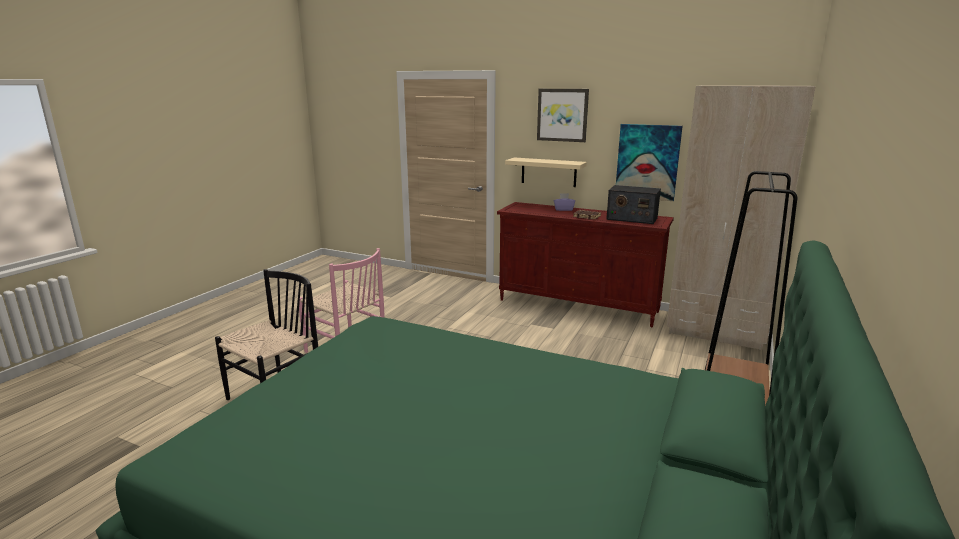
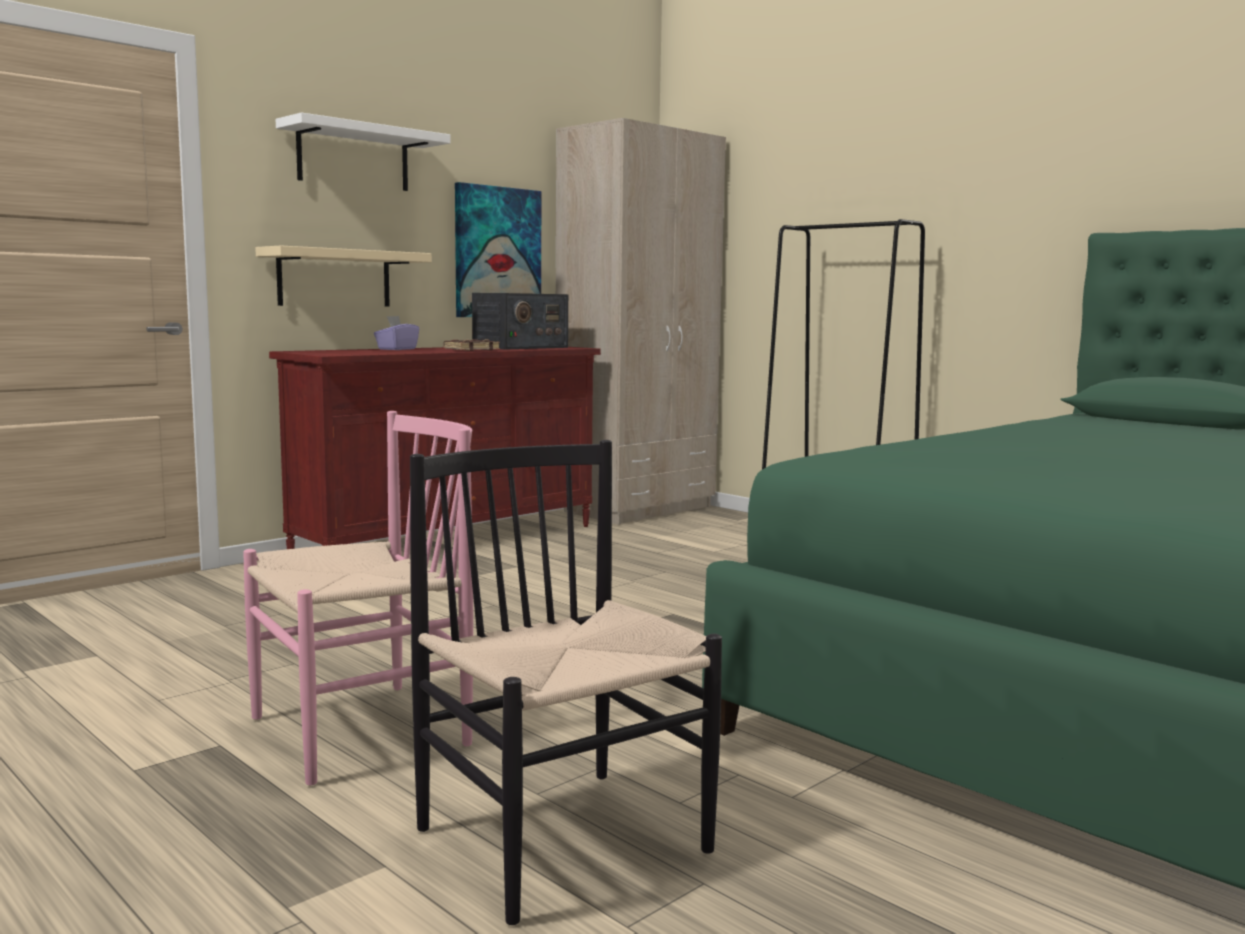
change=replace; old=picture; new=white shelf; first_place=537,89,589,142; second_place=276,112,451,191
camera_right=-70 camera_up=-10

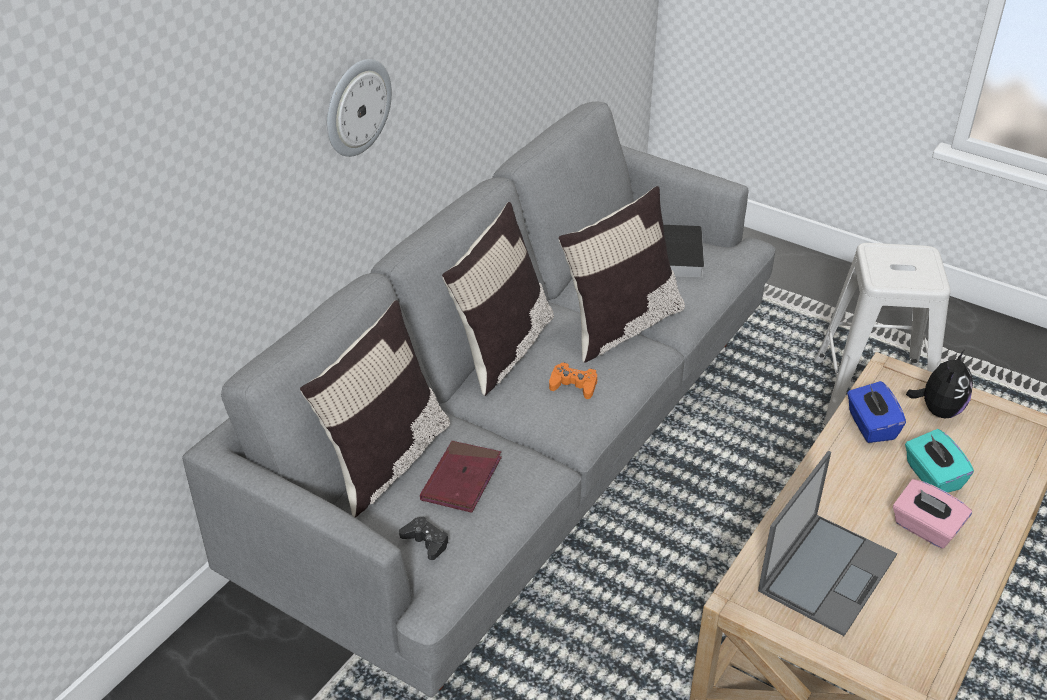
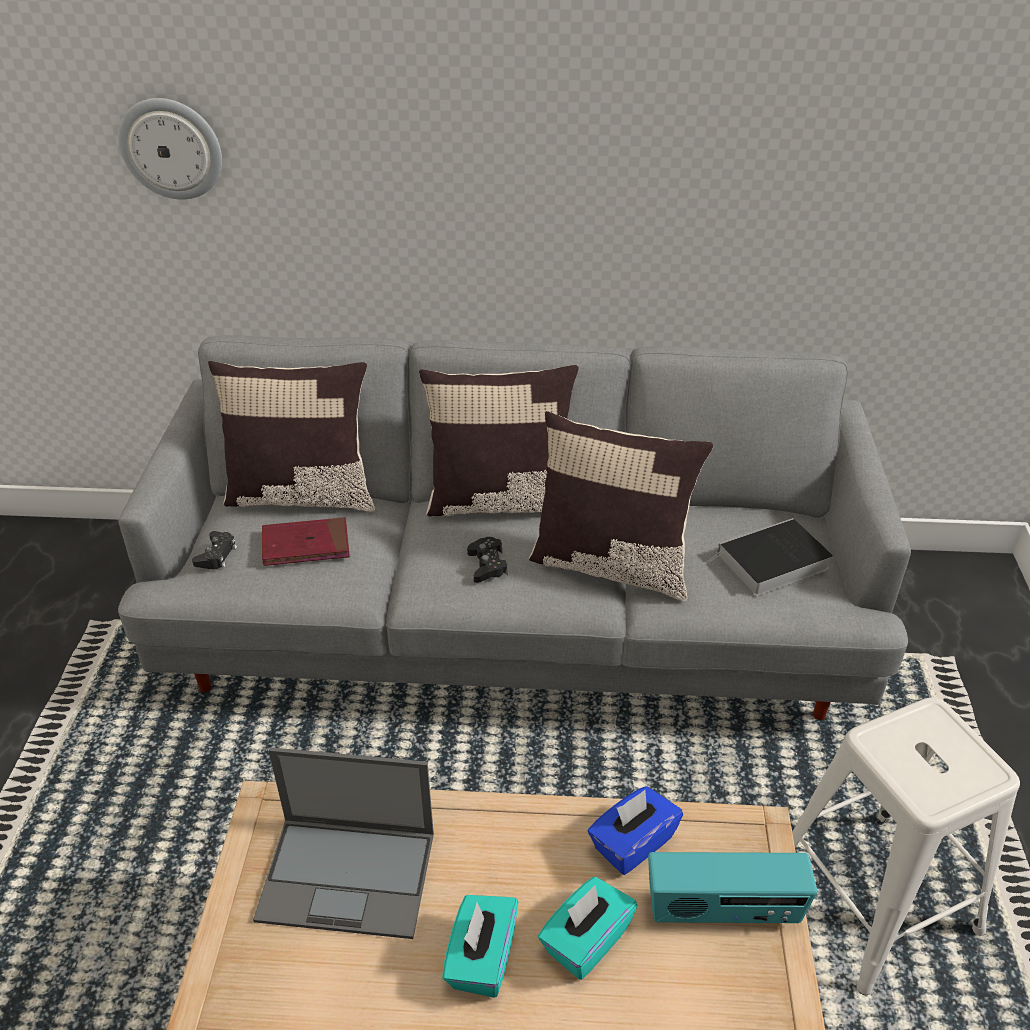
change=move; old=wall clock; first_place=327,59,392,157; second_place=118,98,222,200
change=replace; old=plush toy; new=radio; first_place=906,350,973,419; second_place=648,852,817,923
change=recolor; old=orange game controller; new=black game controller; first_place=549,362,597,399; second_place=467,537,508,583
change=recolor; old=pink tissue box; new=turquoise tissue box; first_place=893,479,972,549; second_place=442,895,518,998
camera_right=60 camera_up=0

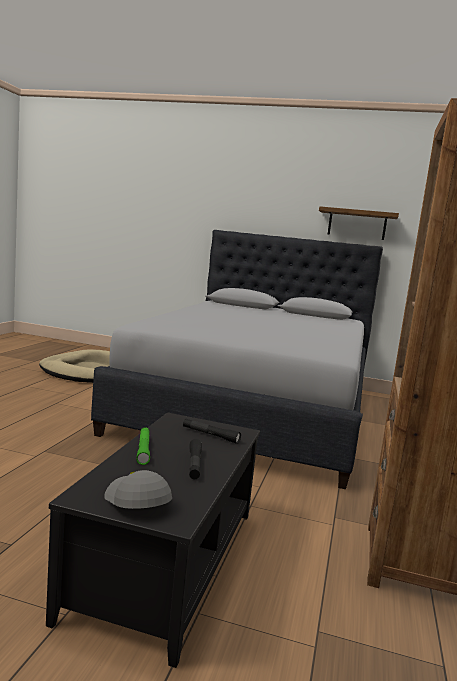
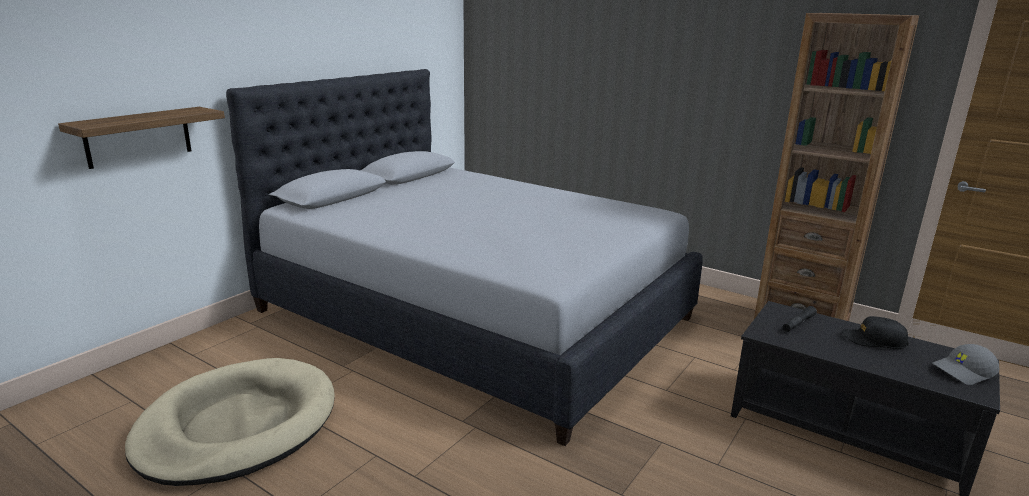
change=delete; old=green flashlight; first_place=136,427,150,465
change=move; old=shelf; first_place=319,206,399,240; second_place=58,107,225,169
change=replace; old=black flashlight; new=black cap; first_place=189,439,202,479; second_place=842,316,909,349
camera_right=-70 camera_up=10

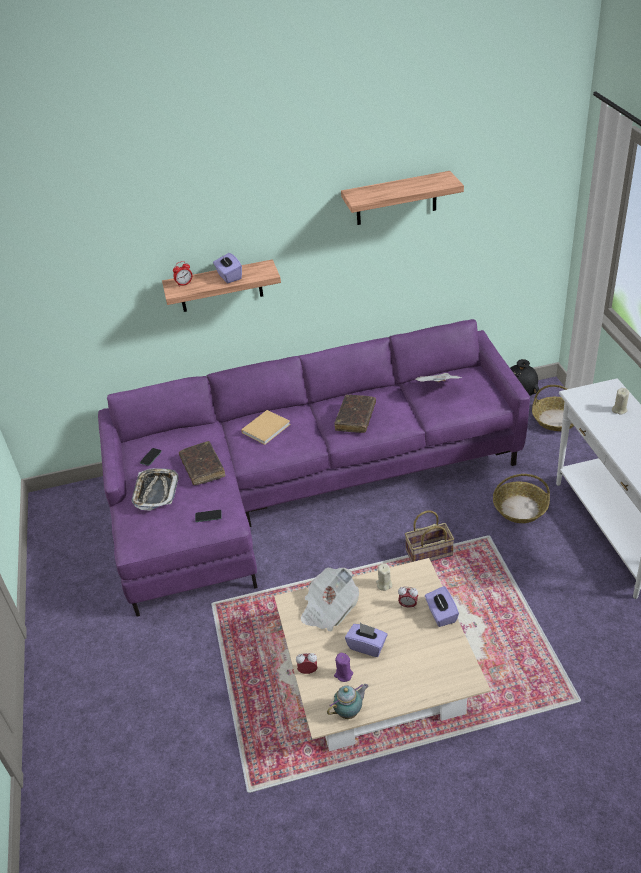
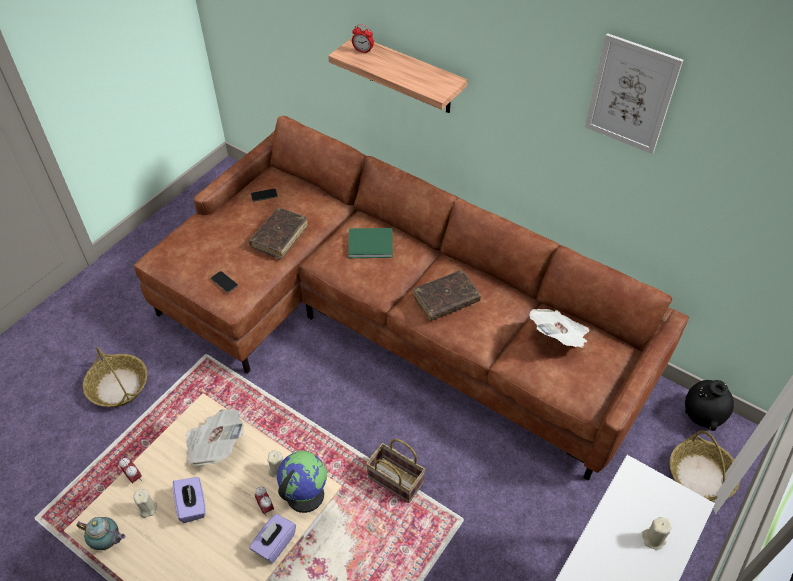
change=delete; old=tray; first_place=131,468,178,511
change=delete; old=purple tissue box; first_place=213,253,242,283
change=insert; new=globe; second_place=276,450,327,513
change=move; old=basket; first_place=493,474,550,523; second_place=83,347,148,407
change=replace; old=shelf; new=picture; first_place=341,171,464,225; second_place=585,33,683,154
change=recolor; old=purple sofa; new=brown sofa; first_place=98,319,530,617; second_place=134,116,689,481
change=recolor; old=beige book; new=green book; first_place=241,410,291,445; second_place=348,228,393,258
change=recolor; old=purple candle; new=beige candle; first_place=334,653,353,682; second_place=133,489,157,518
camera_right=45 camera_up=10

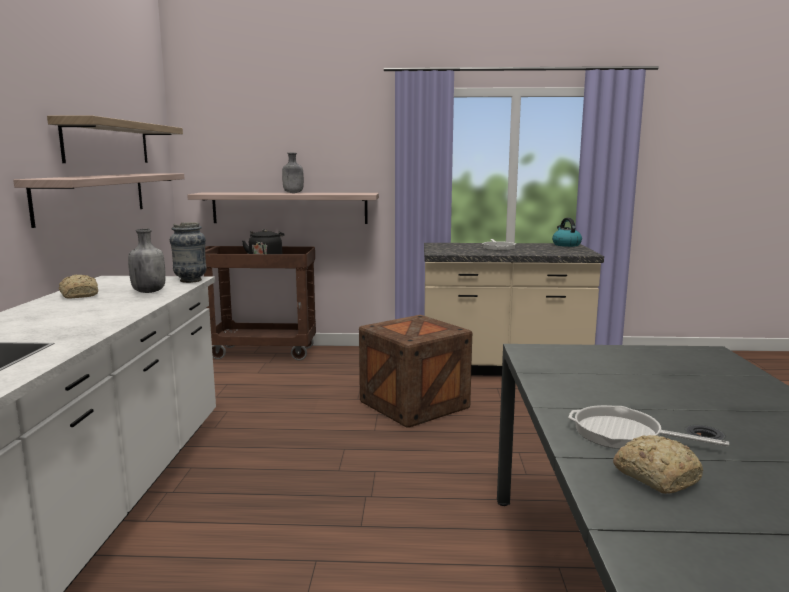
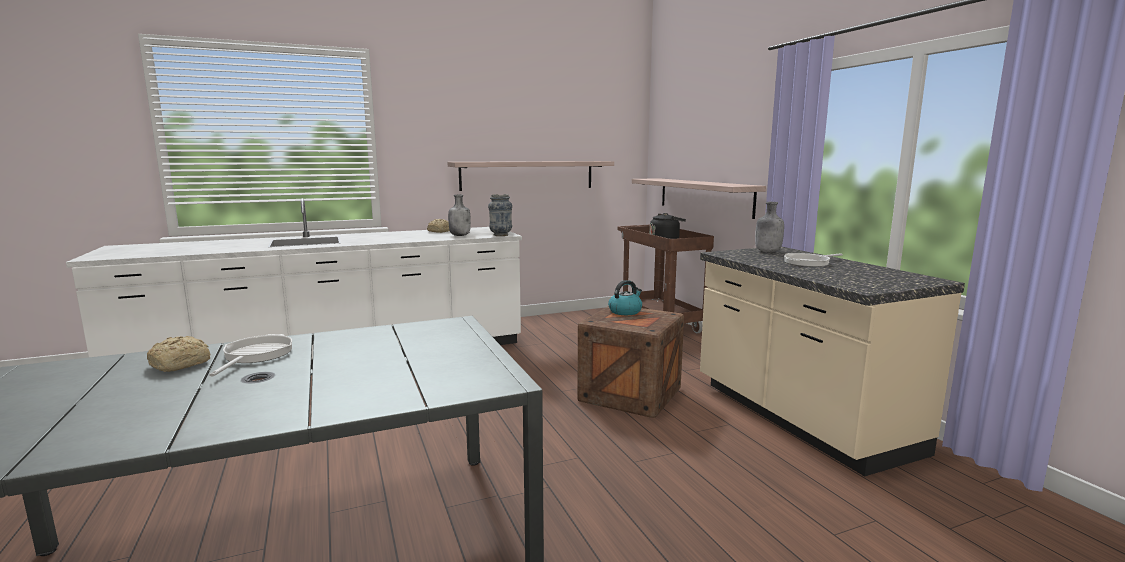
change=delete; old=shelf; first_place=47,115,183,163
change=move; old=grey bottle; first_place=282,153,304,193; second_place=755,202,784,252
change=move; old=kettle; first_place=552,218,582,247; second_place=608,280,642,315
camera_right=65 camera_up=0

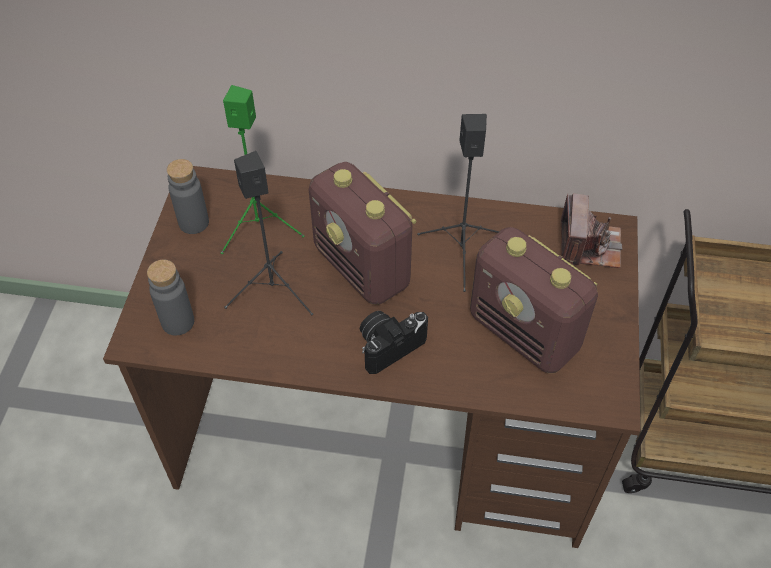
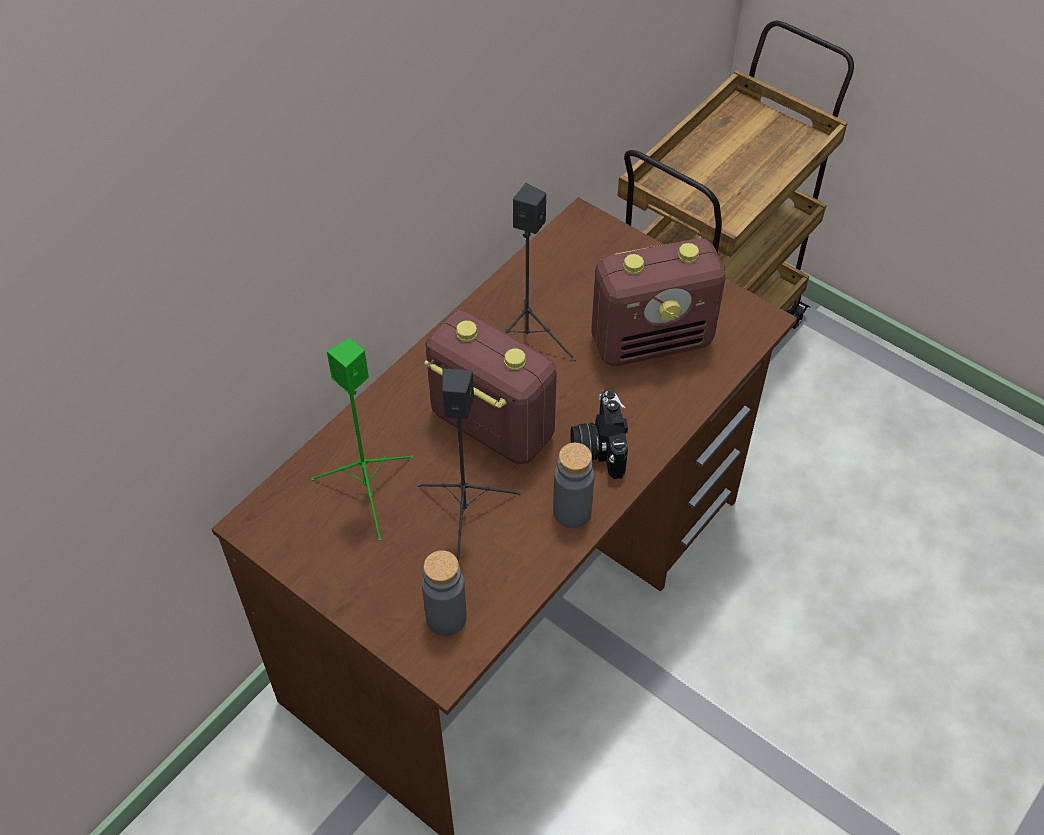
change=delete; old=photo camera; first_place=561,193,622,268
change=move; old=grey bottle; first_place=167,159,209,234; second_place=553,443,594,528
change=rotate; old=radio; first_place=309,162,417,305; second_place=424,310,557,464; degrees=-135
camera_right=-60 camera_up=0

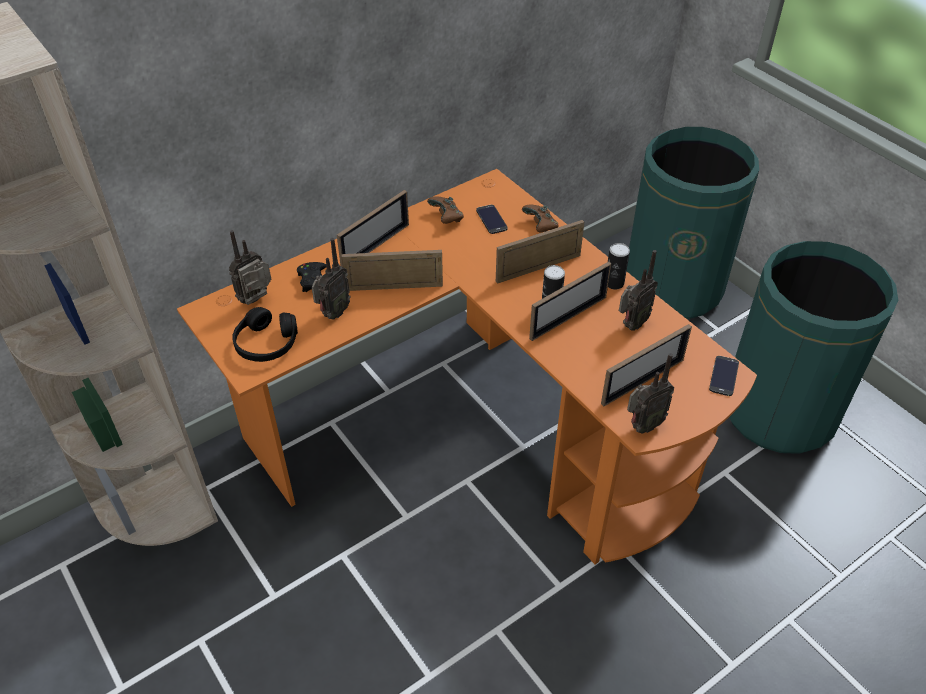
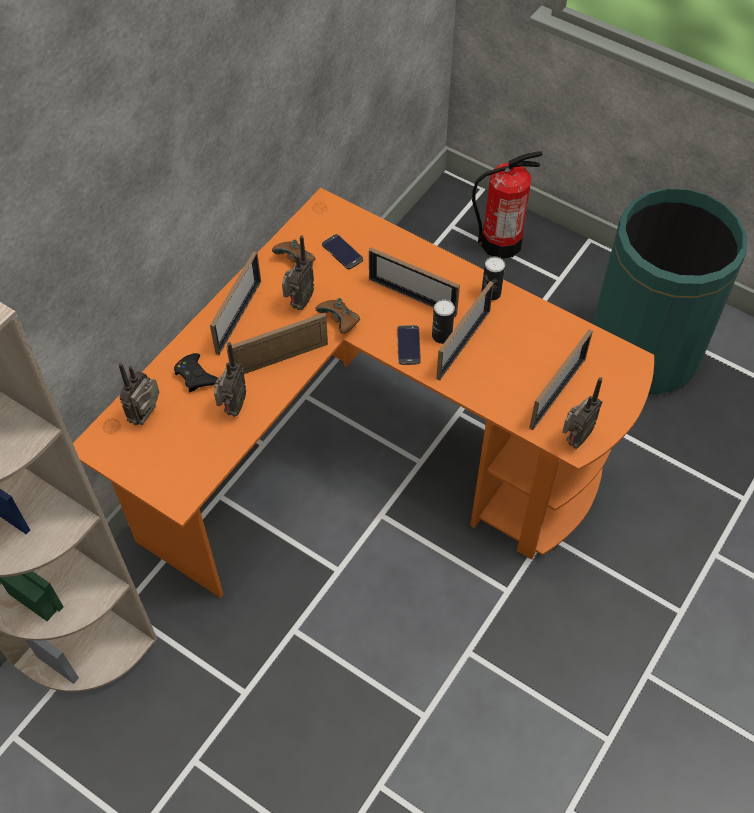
change=delete; old=black headphones; first_place=232,307,298,362
change=move; old=brown game controller; first_place=522,205,559,232; second_place=315,298,360,334
change=move; old=radio; first_place=619,250,658,331; second_place=282,236,314,310
change=move; old=phone; first_place=709,356,739,396; second_place=397,325,421,365
change=replace; old=green trash can; new=fire extinguisher; first_place=627,127,759,319; second_place=472,151,542,259
change=rotate; old=picture frame; first_place=496,220,584,284; second_place=369,248,460,317; degrees=-105
camera_right=-20 camera_up=10

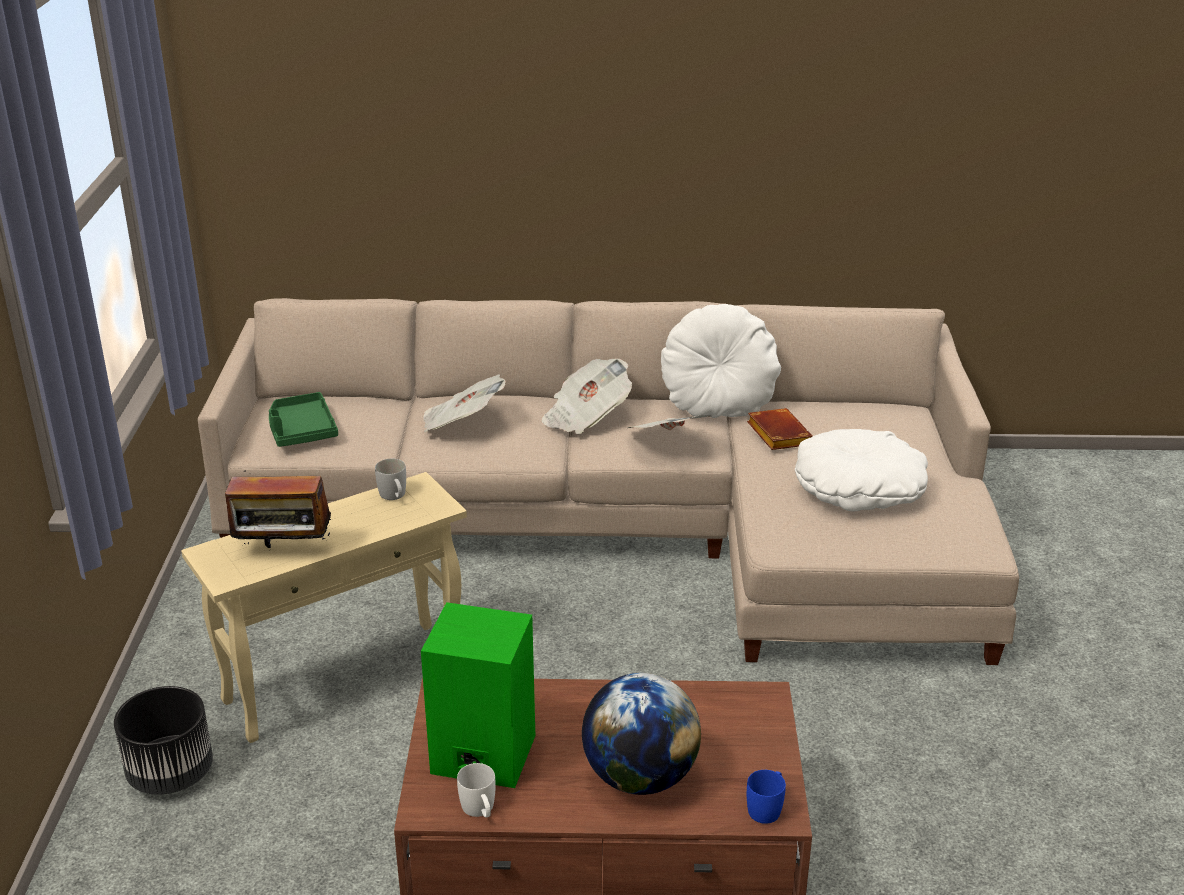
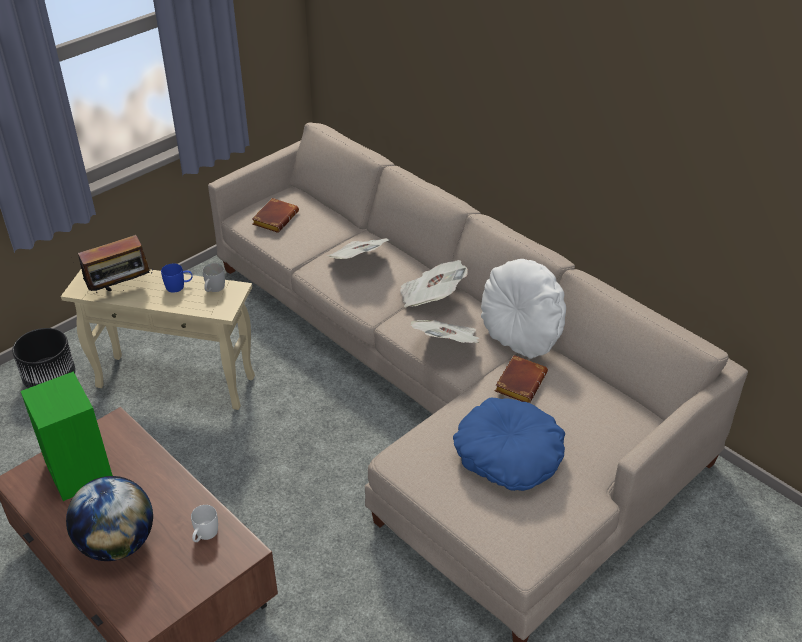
change=move; old=white mug; first_place=457,763,496,818; second_place=191,505,218,542
change=move; old=blue mug; first_place=747,770,786,824; second_place=161,263,192,293
change=replace; old=green tray; new=brown book; first_place=269,392,338,447; second_place=252,198,299,233
change=recolor; old=white pillow; new=blue pillow; first_place=795,429,928,511; second_place=453,398,565,491
change=rotate; old=radio; first_place=225,460,331,551; second_place=78,235,153,294; degrees=-75
camera_right=45 camera_up=10

